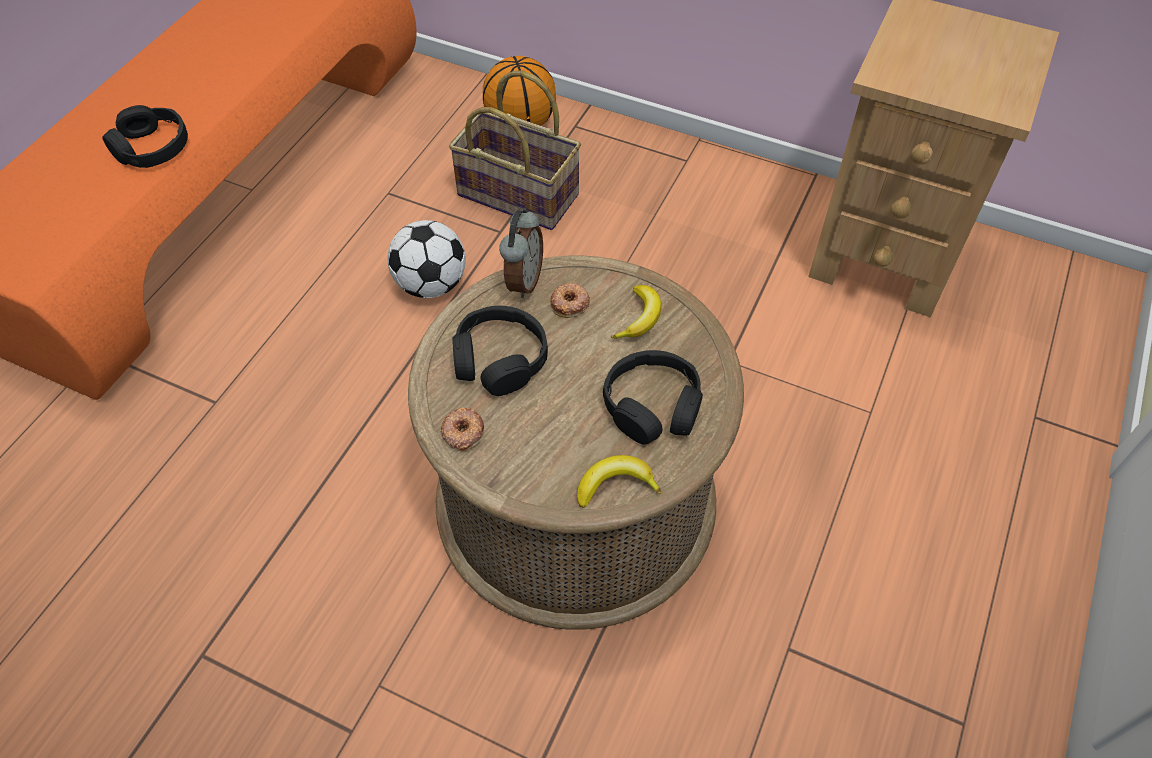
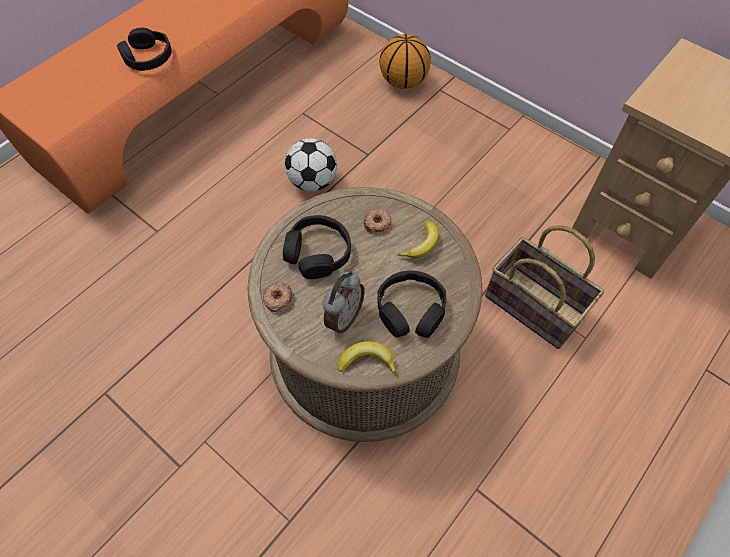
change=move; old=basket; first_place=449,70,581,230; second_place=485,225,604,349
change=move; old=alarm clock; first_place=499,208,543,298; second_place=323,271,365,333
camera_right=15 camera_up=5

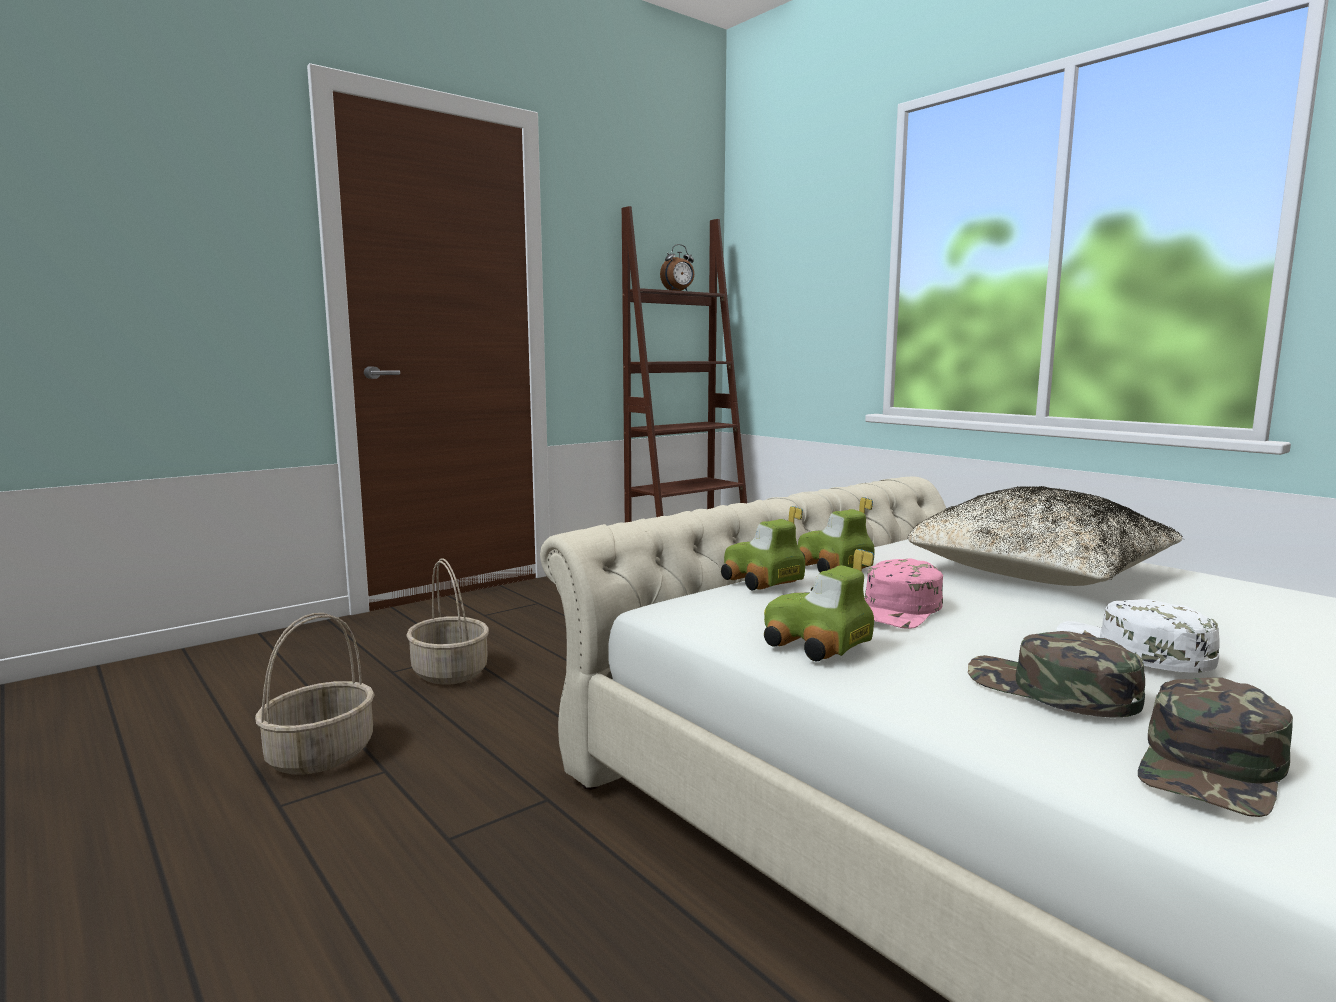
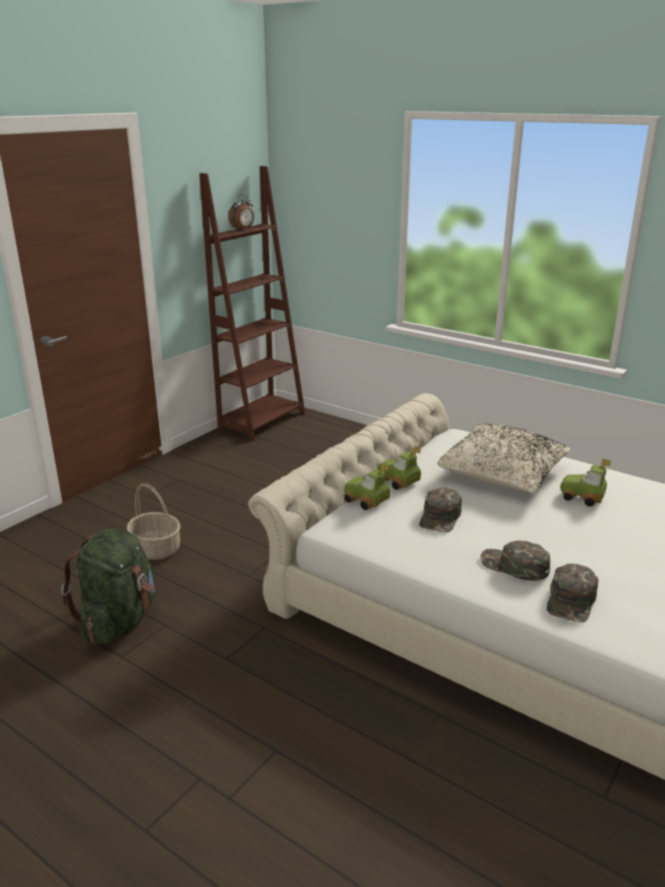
change=delete; old=white cap; first_place=1056,599,1220,673
change=move; old=toy car; first_place=764,549,874,661; second_place=560,459,611,507
change=replace; old=basket; new=green backpack; first_place=255,613,375,775; second_place=61,529,155,644
change=recolor; old=pink cap; new=green cap; first_place=865,558,943,629; second_place=419,488,462,533
camera_right=-15 camera_up=15

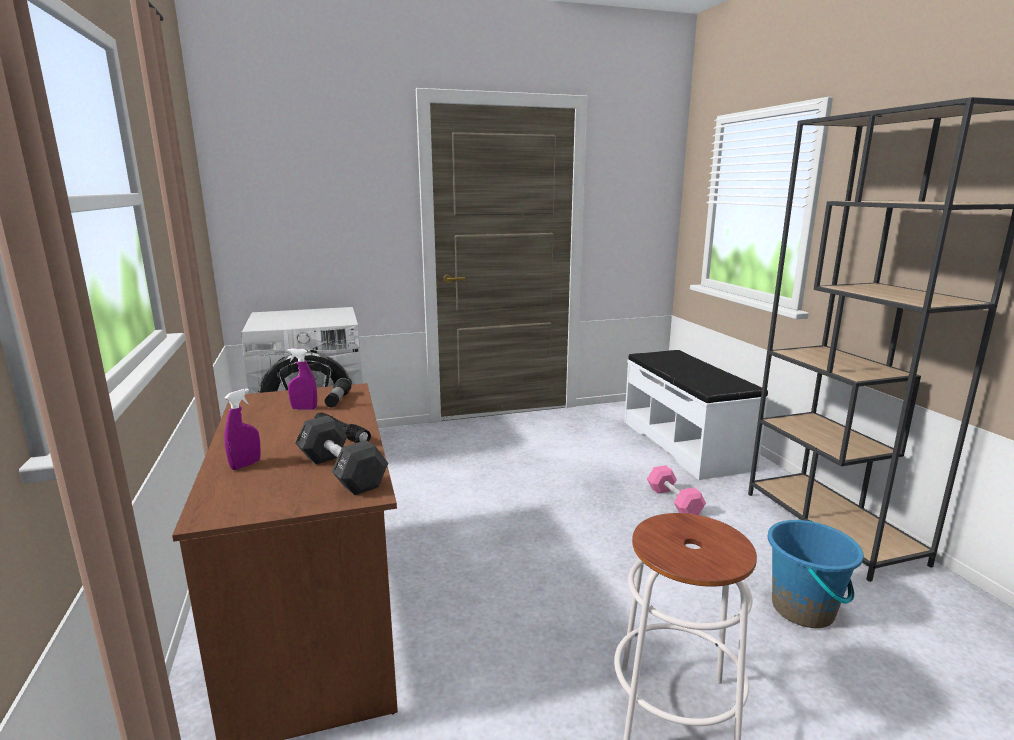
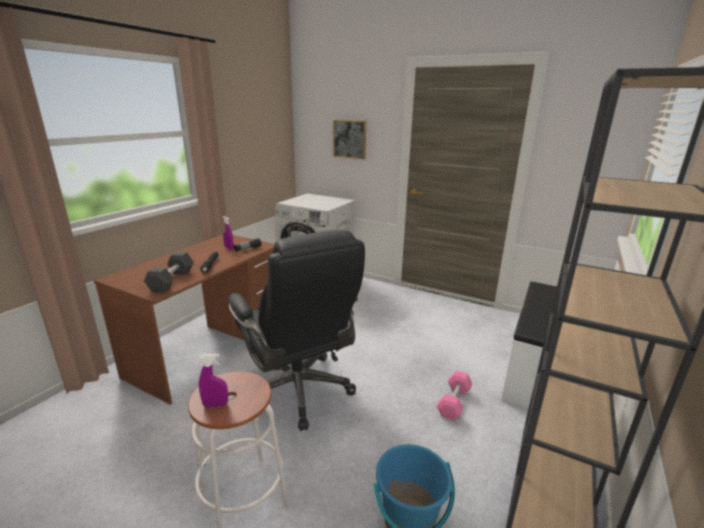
change=insert; new=black office chair; second_place=229,230,365,431
change=insert; new=picture; second_place=333,120,366,159
change=move; old=purple spray bottle; first_place=224,388,261,470; second_place=199,354,228,407
camera_right=45 camera_up=5

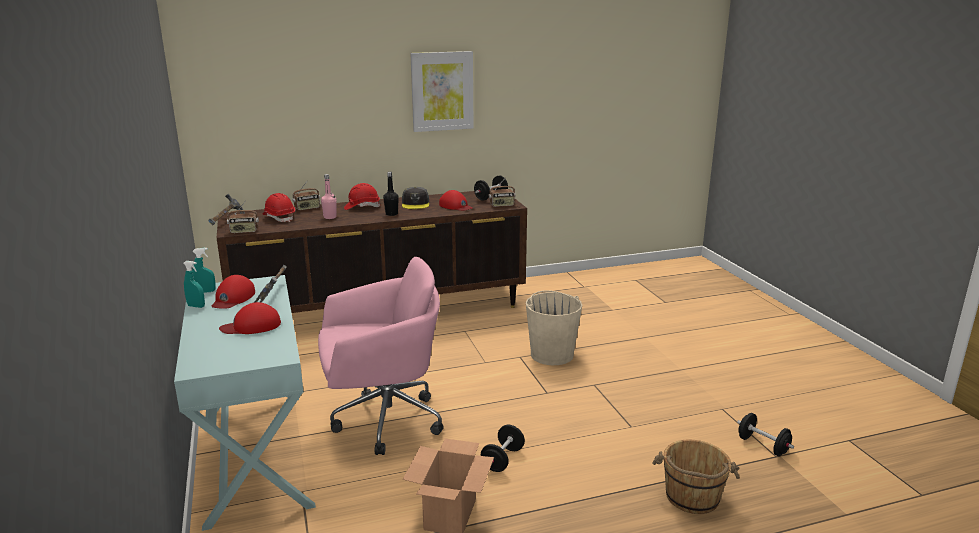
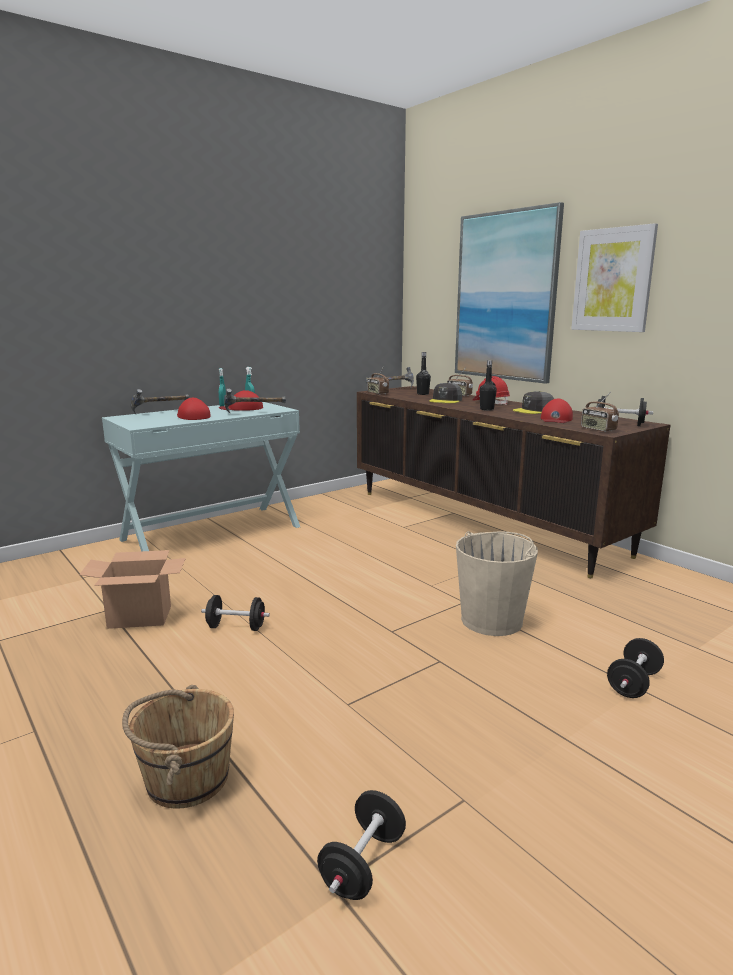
change=delete; old=pink office chair; first_place=318,257,444,455
change=insert; new=hammer; second_place=131,389,189,414
change=insert; new=picture; second_place=455,202,564,384
change=insert; new=black dumbbell; second_place=607,638,664,698
change=replace; old=red hard hat; new=black bottle; first_place=263,193,295,222; second_place=416,352,431,395
change=replace; old=pink bottle; new=grey cap; first_place=321,174,337,219; second_place=429,383,462,403
camera_right=70 camera_up=-5

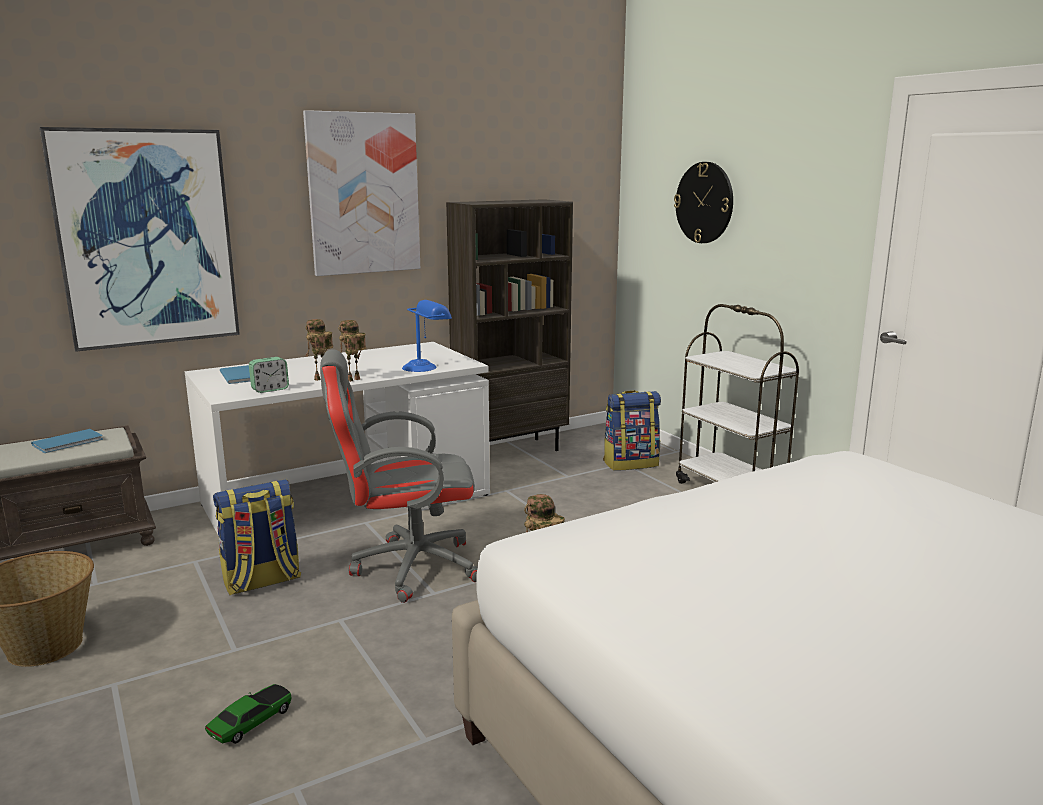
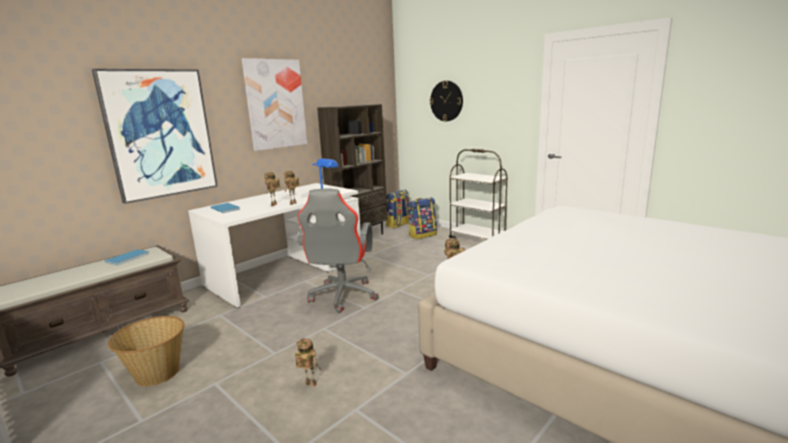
change=delete; old=alarm clock; first_place=249,357,289,393
change=move; old=backpack; first_place=213,479,301,595; second_place=386,189,409,228
change=replace; old=toy car; new=toy robot; first_place=205,684,291,744; second_place=295,338,321,387
change=rotate; old=grey office chair; first_place=320,350,477,603; second_place=297,189,379,313; degrees=-60
camera_right=-15 camera_up=0

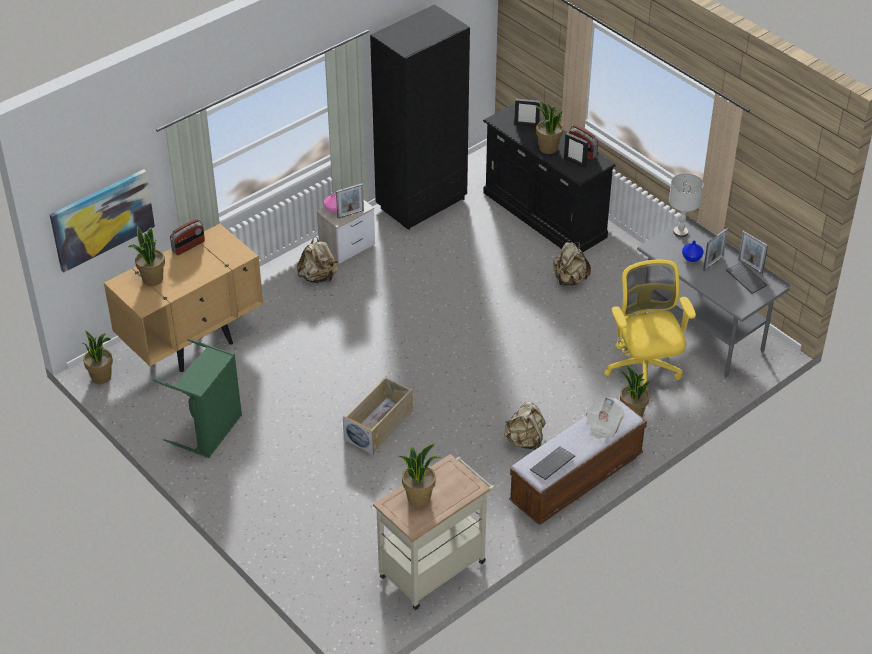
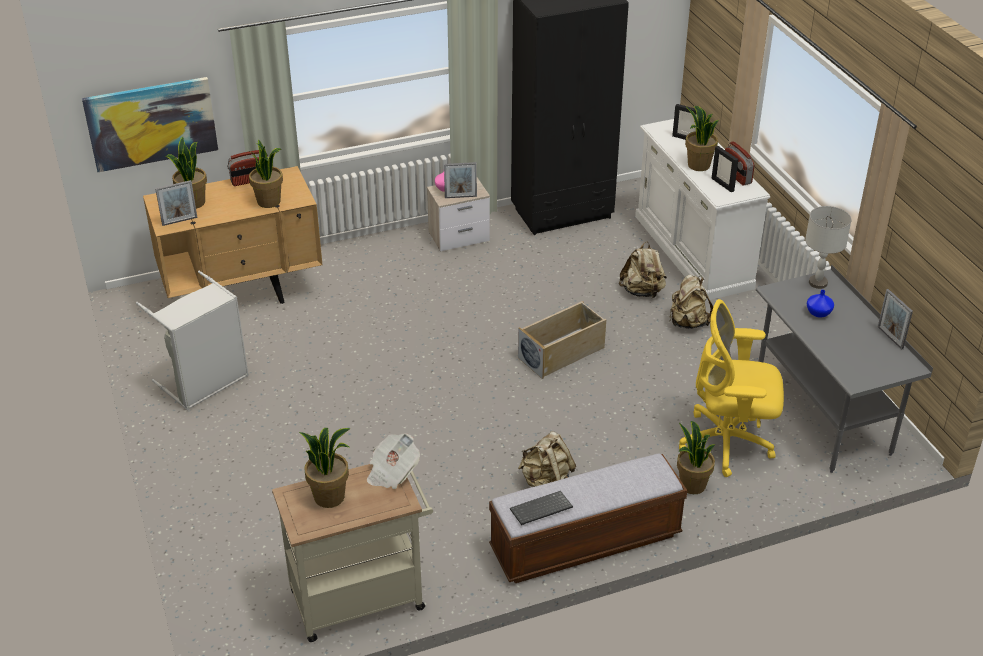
change=delete; old=keyboard; first_place=726,262,767,294
change=move; old=potted plant; first_place=82,331,113,384; second_place=249,139,283,208
change=move; old=beige backpack; first_place=297,237,338,283; second_place=619,242,667,298
change=move; old=beige storage box; first_place=343,376,413,455; second_place=518,301,606,379
change=move; old=newspaper; first_place=586,397,624,439; second_place=367,433,420,489
change=move; old=picture frame; first_place=703,228,728,271; second_place=155,180,198,226
change=recolor; old=green laundry basket; new=grey laundry basket; first_place=153,339,242,458; second_place=136,271,249,410
change=recolor; old=black cabinet; new=white cabinet; first_place=483,104,616,252; second_place=635,119,770,301
change=rotate; old=yellow office chair; first_place=604,259,696,389; second_place=679,299,784,477; degrees=-90
camera_right=20 camera_up=-5

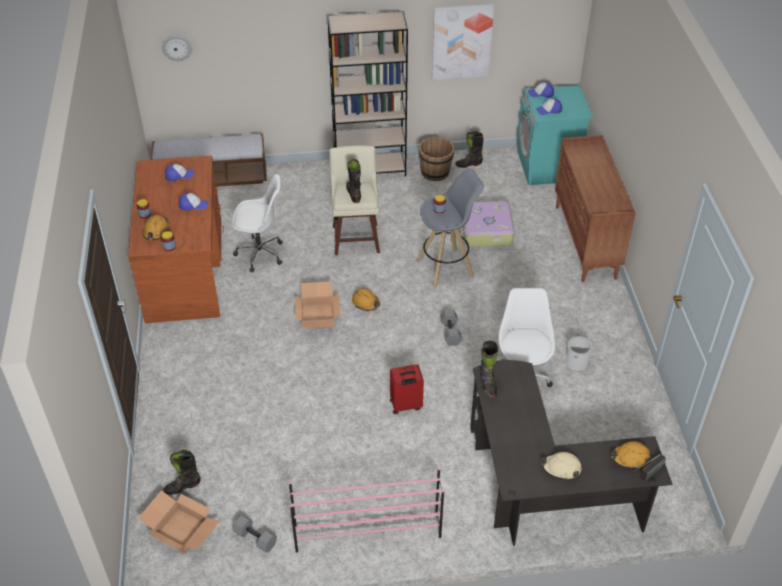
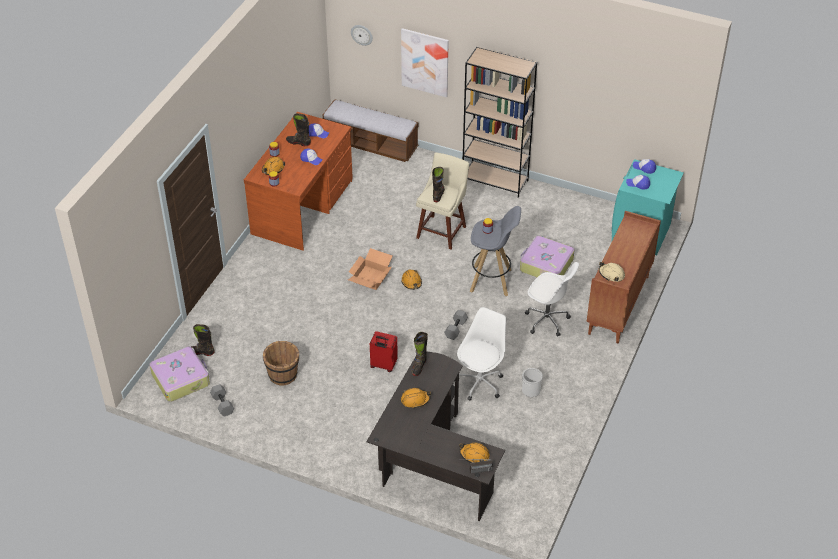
change=delete; old=pink shoe rack; first_place=289,467,444,554
change=insert; new=orange hard hat; second_place=401,388,431,409
change=move; old=white office chair; first_place=232,174,283,272; second_place=525,262,579,336
change=move; old=brown bucket; first_place=418,137,455,181; second_place=263,341,299,386
change=move; old=picture; first_place=432,4,494,80; second_place=401,28,449,97
change=move; old=black boot; first_place=455,131,483,168; second_place=286,113,311,146
change=move; old=beige hard hat; first_place=542,452,582,480; second_place=599,262,625,282
change=replace; old=cardboard box; new=suitcase; first_place=138,490,220,554; second_place=149,346,210,402
camera_right=30 camera_up=0

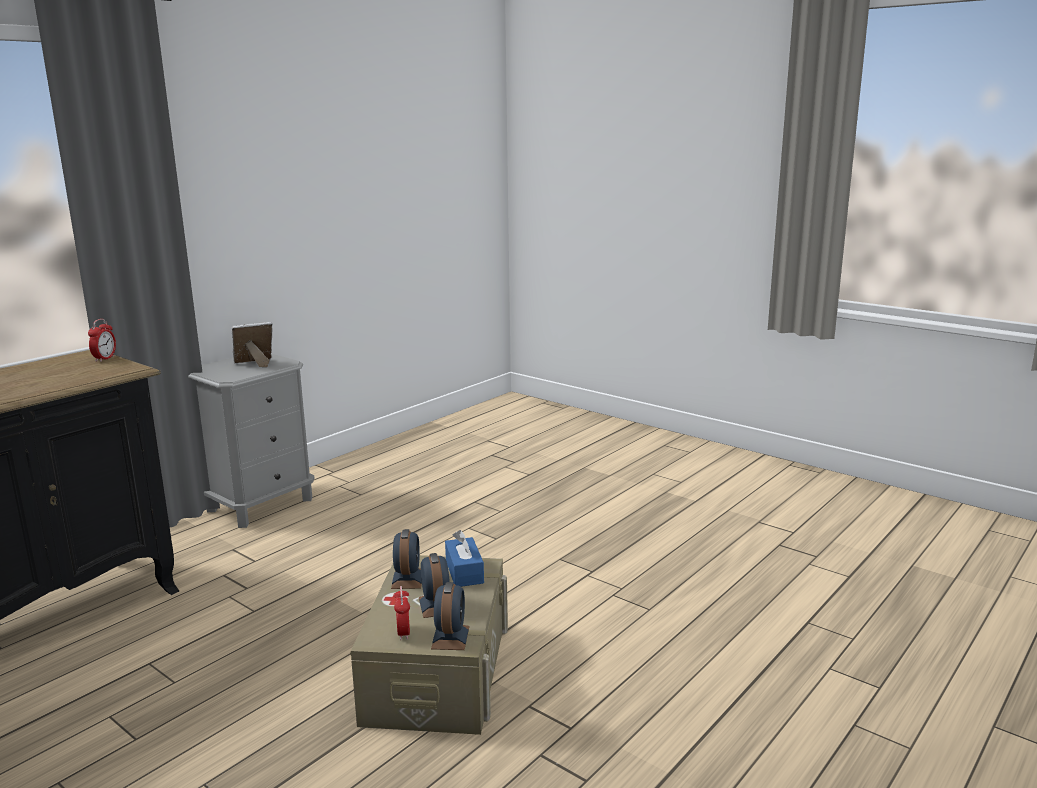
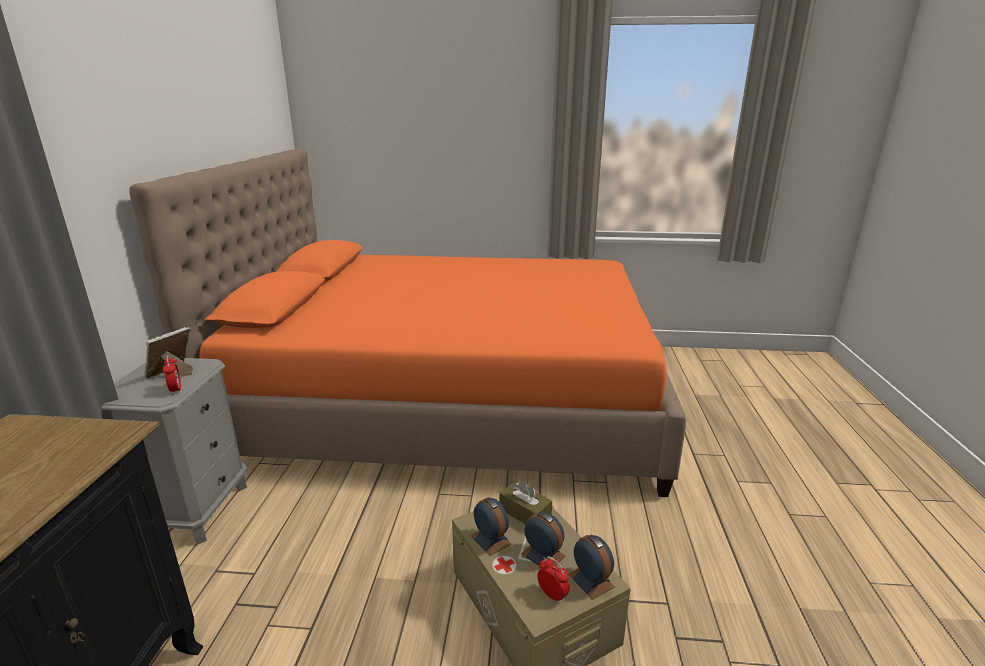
change=insert; new=orange bed; second_place=129,148,686,497
change=move; old=alarm clock; first_place=88,319,116,362; second_place=163,355,181,395
change=recolor; old=blue tissue box; new=brown tissue box; first_place=445,530,484,587; second_place=499,481,552,524
camera_right=-35 camera_up=5

